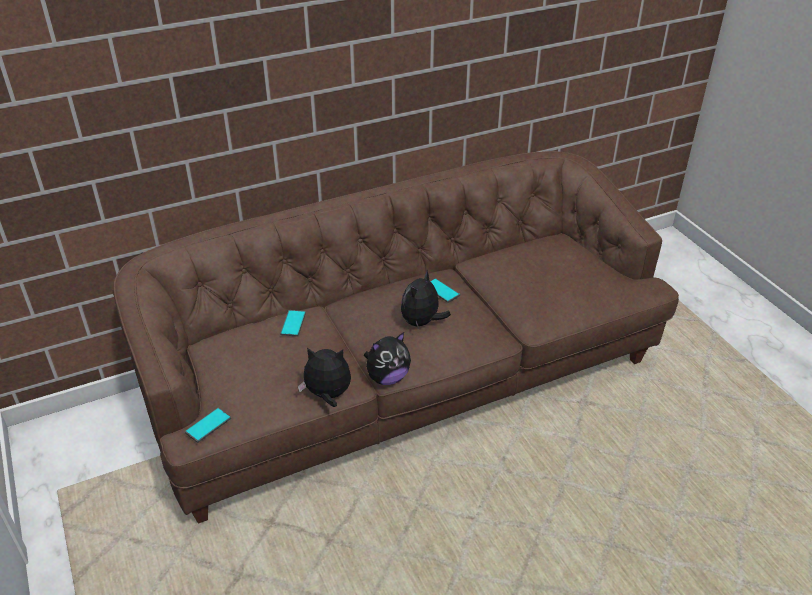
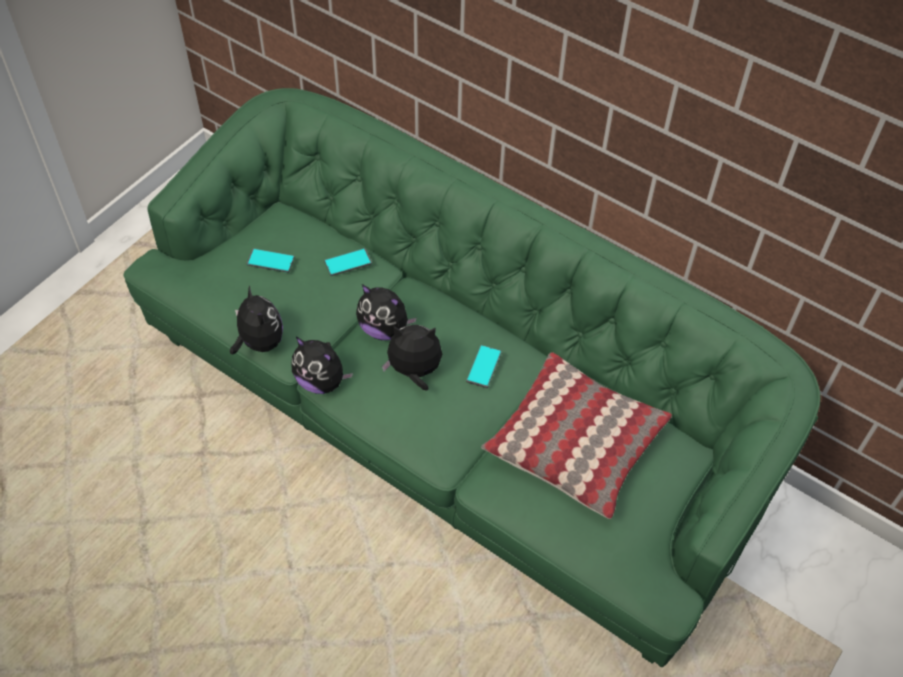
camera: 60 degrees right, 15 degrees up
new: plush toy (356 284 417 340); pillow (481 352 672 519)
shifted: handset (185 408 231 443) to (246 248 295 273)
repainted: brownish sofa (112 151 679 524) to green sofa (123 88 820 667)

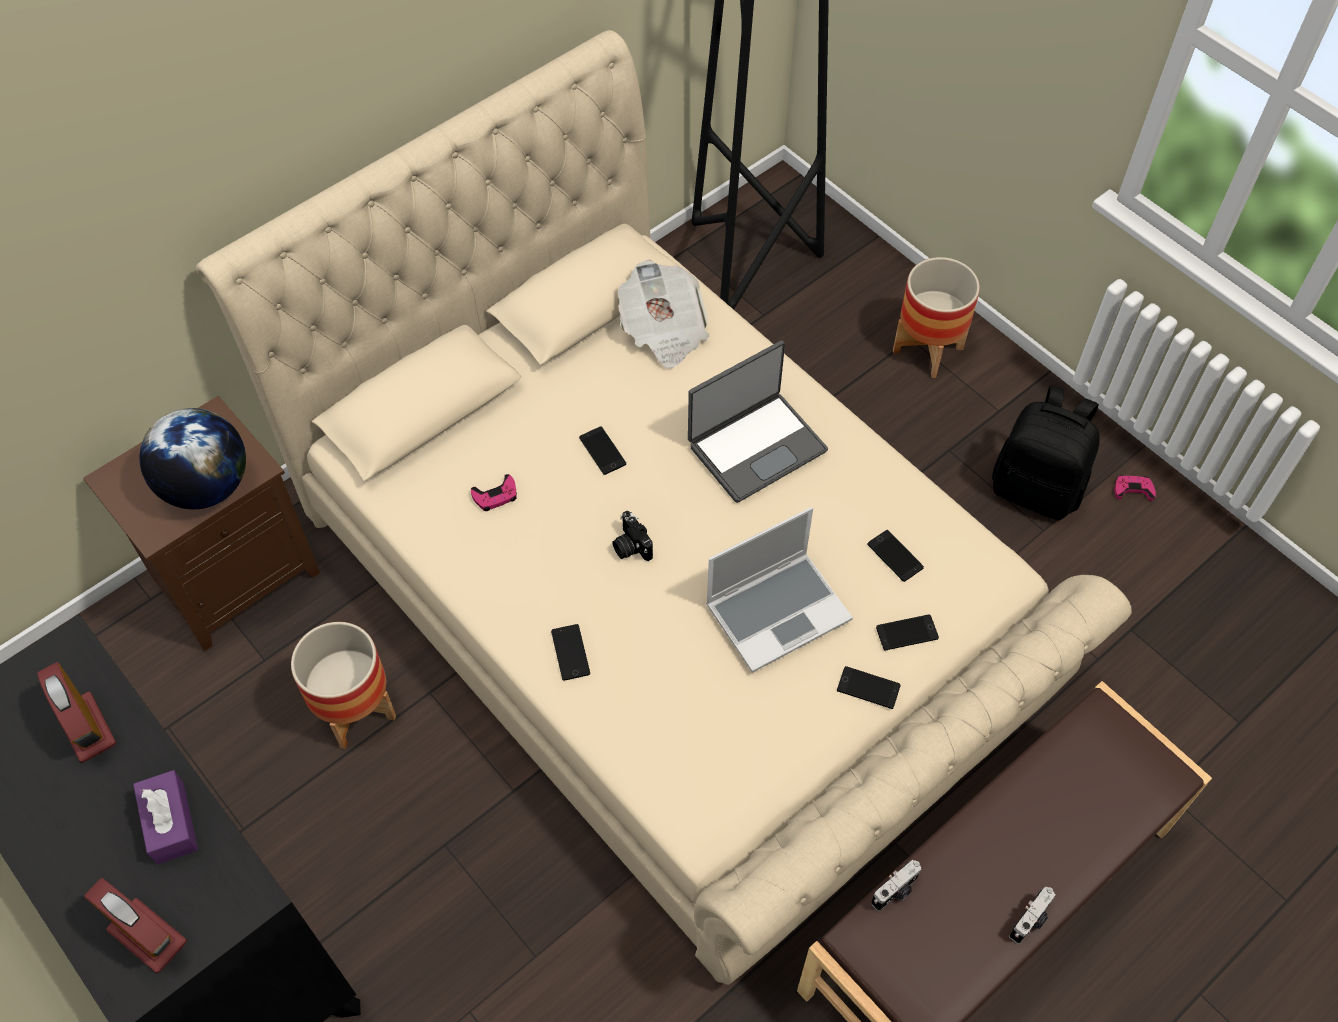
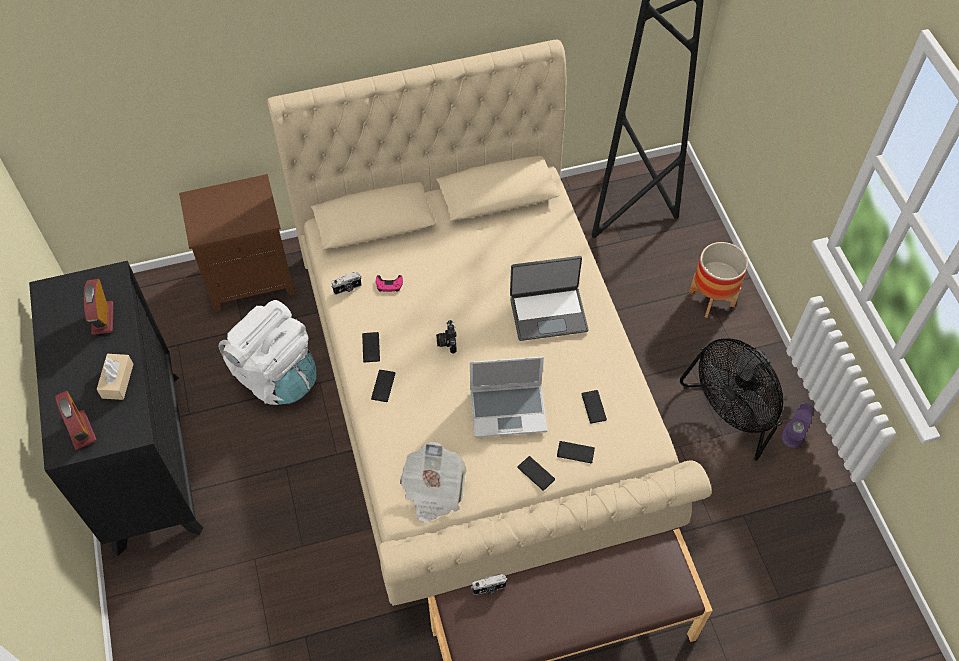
camera: 25 degrees right, 0 degrees up
gone: globe (140 408 246 509)
shifted: printed paper (618 260 710 369) to (400 442 467 523); handset (579 426 626 475) to (362 332 380 362); still camera (1009 887 1056 944) to (331 272 362 295)
swapped: black-coloured backpack (992 385 1100 520) to black-coloured cooling fan (680 339 783 461); pinkish game controller (1114 475 1156 501) to purple-coloured speaker (782 403 813 448); plant pot (291 622 396 749) to white backpack (219 300 317 405)
repainted: purple-coloured tissue holder (133 770 198 864) to beige-coloured tissue holder (96 354 133 400)

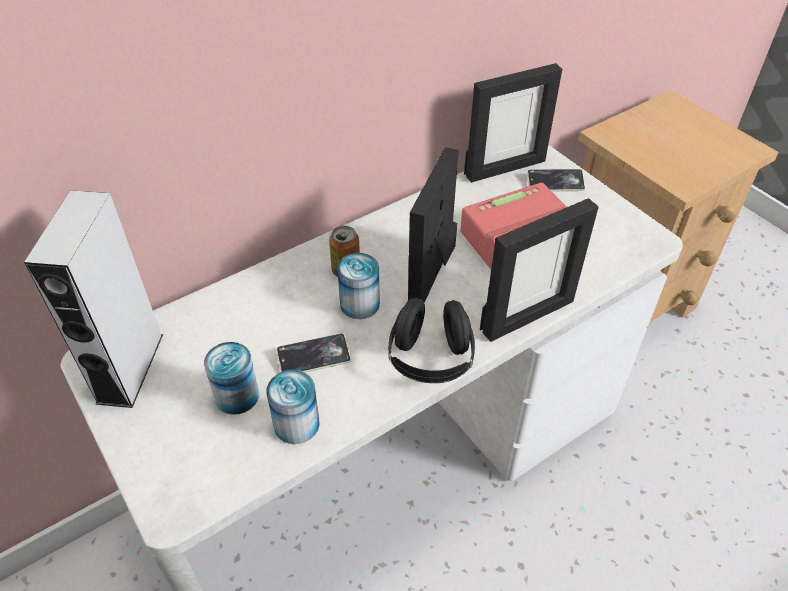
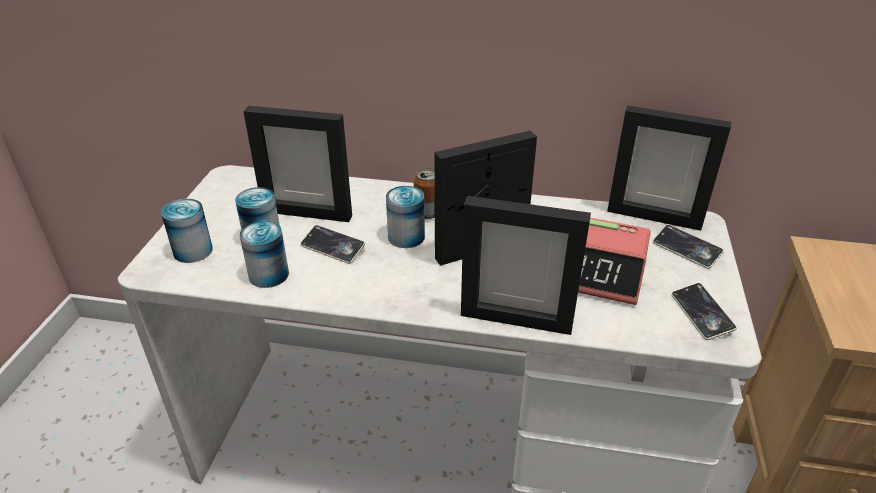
camera: 45 degrees right, 10 degrees down
gone: grey speaker (24 190 163 408); black-coloured pair of headphones (388 298 475 383)
new: photo frame (243 106 352 222); metal can (161 199 213 263); handset (671 283 737 340)

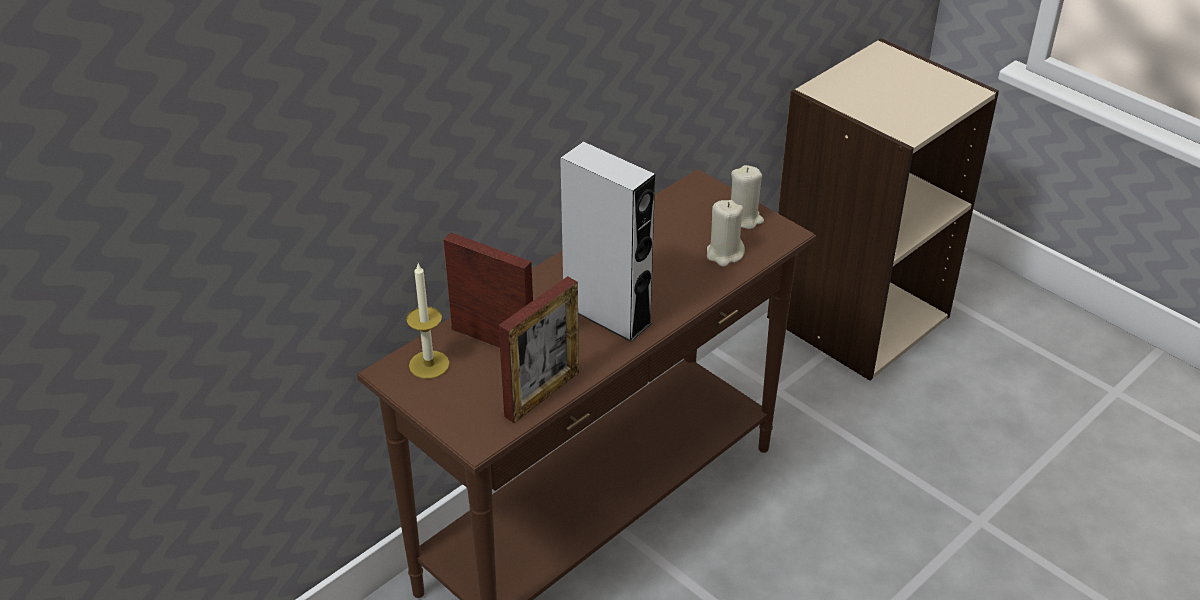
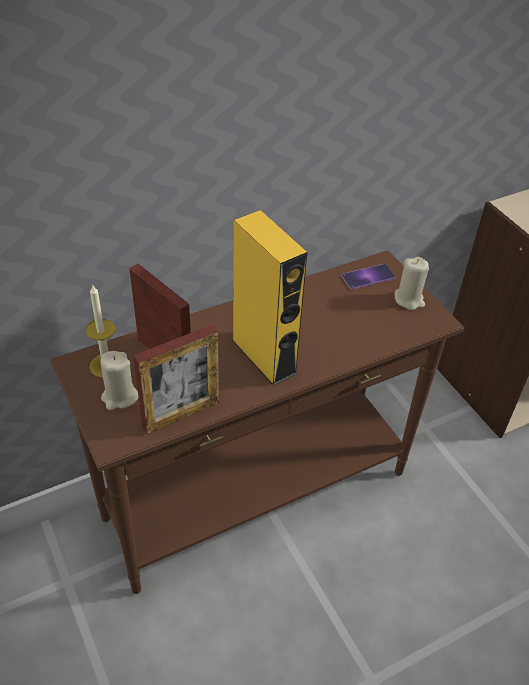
camera: 15 degrees right, 5 degrees up
new: handset (341 264 396 290)
shifted: beige-coloured wax light (707 200 745 267) to (100 351 138 410)
repainted: grey speaker (560 142 655 342) to yellow speaker (232 210 307 386)

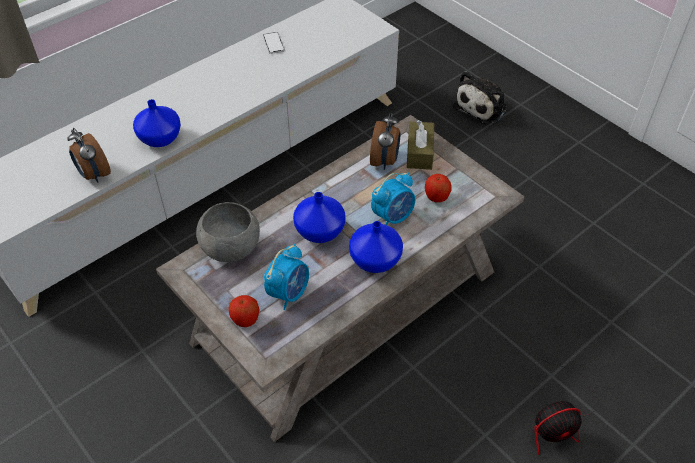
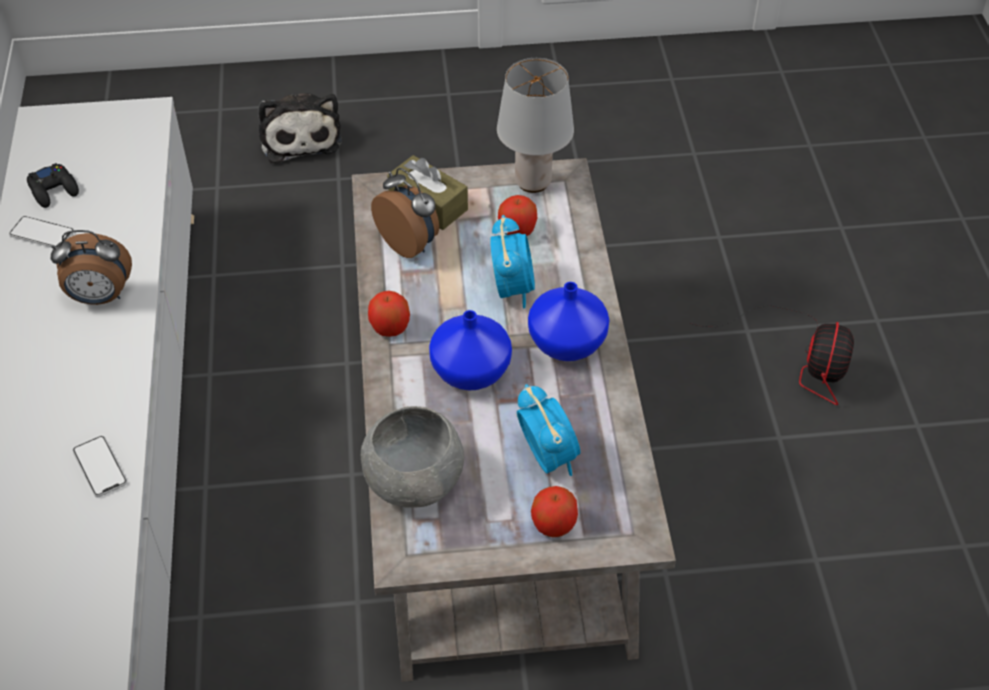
camera: 55 degrees left, 0 degrees up
new: grey lamp for a table (497 58 574 193); black-coloured game controller (27 163 79 208); apple (368 291 410 337)
shifted: alarm clock (67 128 111 182) to (51 230 132 305)
swapped: blue vase (133 99 181 147) to handset (73 436 127 497)

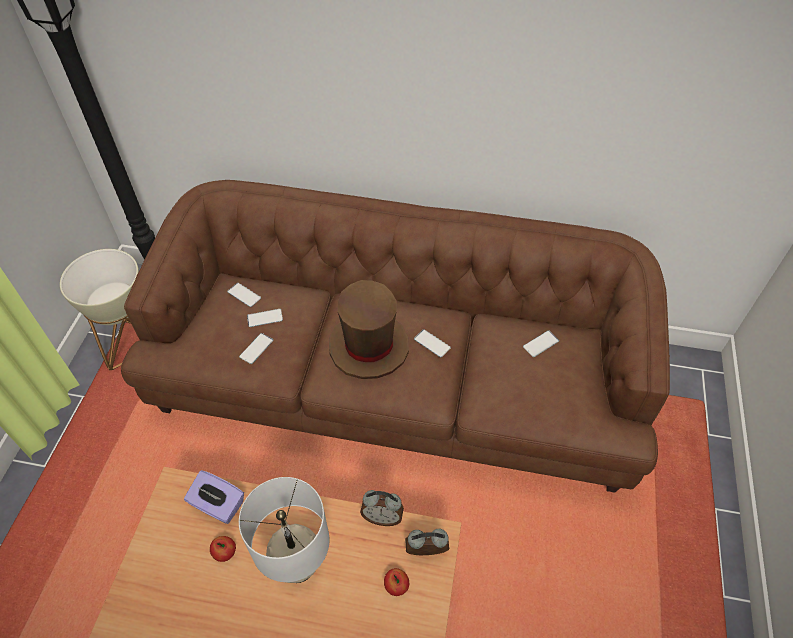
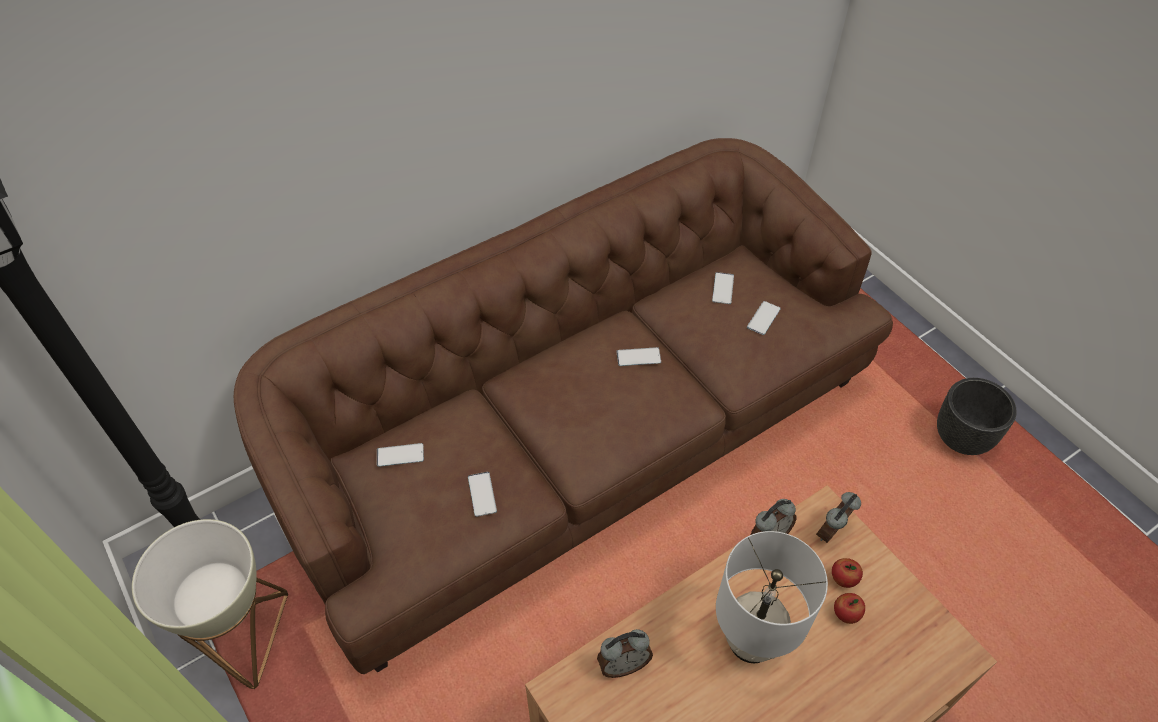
camera: 45 degrees left, 0 degrees up
gone: brownish clothing hat (329 280 409 379)
new: black-coloured plant pot (937 378 1017 455)
shifted: handset (247 309 283 327) to (747 301 781 335); apple (210 536 236 562) to (834 593 865 624)
swapped: purple-coloured tissue holder (184 470 244 524) to alarm clock (597 629 653 678)

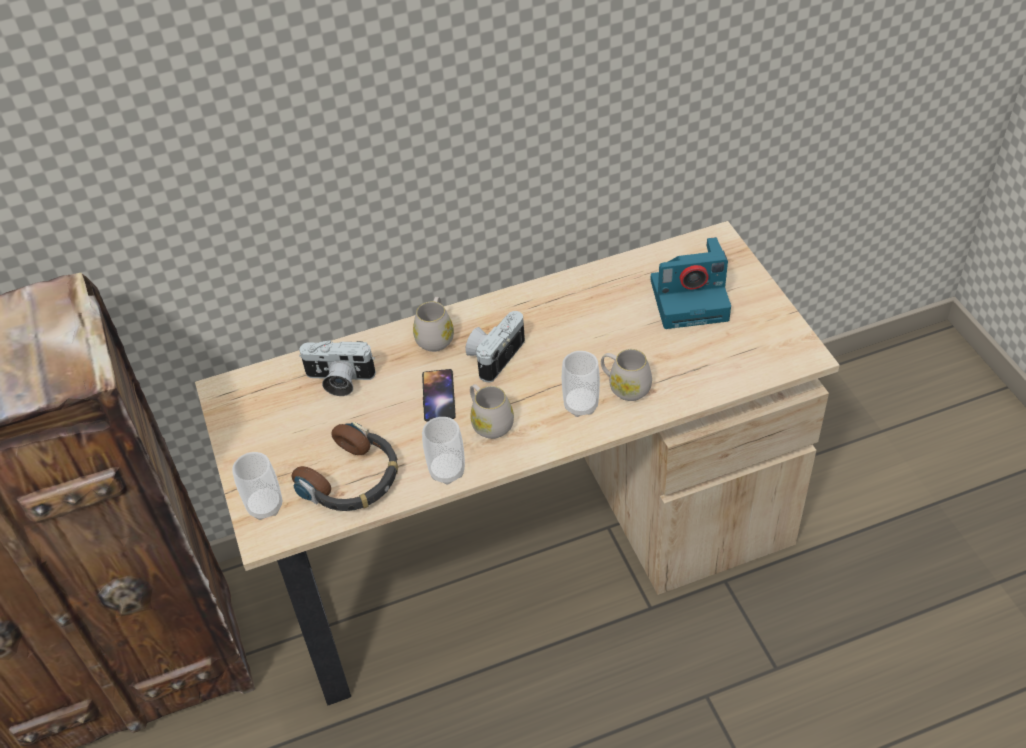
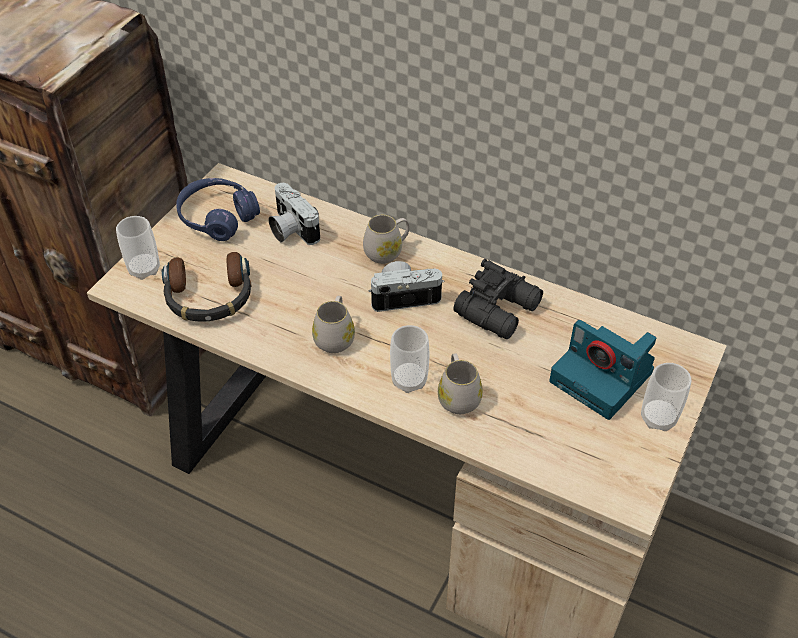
camera: 45 degrees right, 0 degrees up
gone: handset (422 369 456 422)
new: blue pair of headphones (176 178 260 241); black-coloured field glasses (453 259 543 339)
shifted: drinking cup (422 417 465 484) to (641 363 692 431)

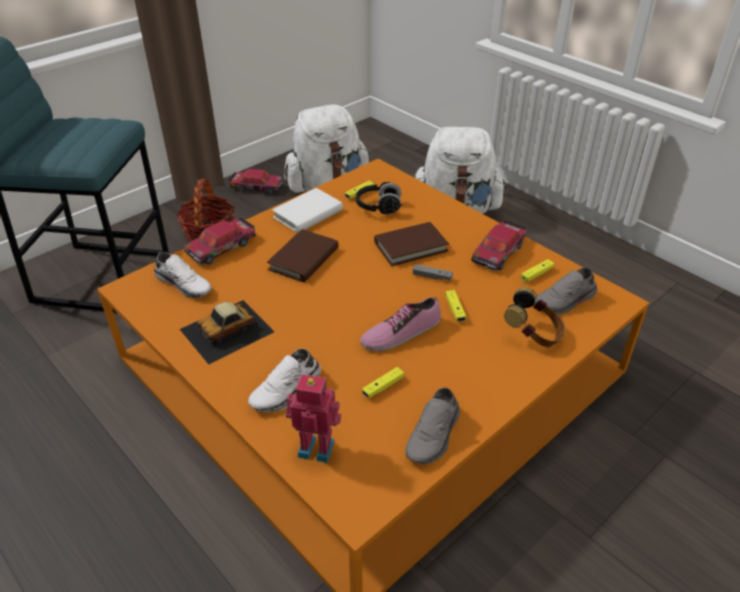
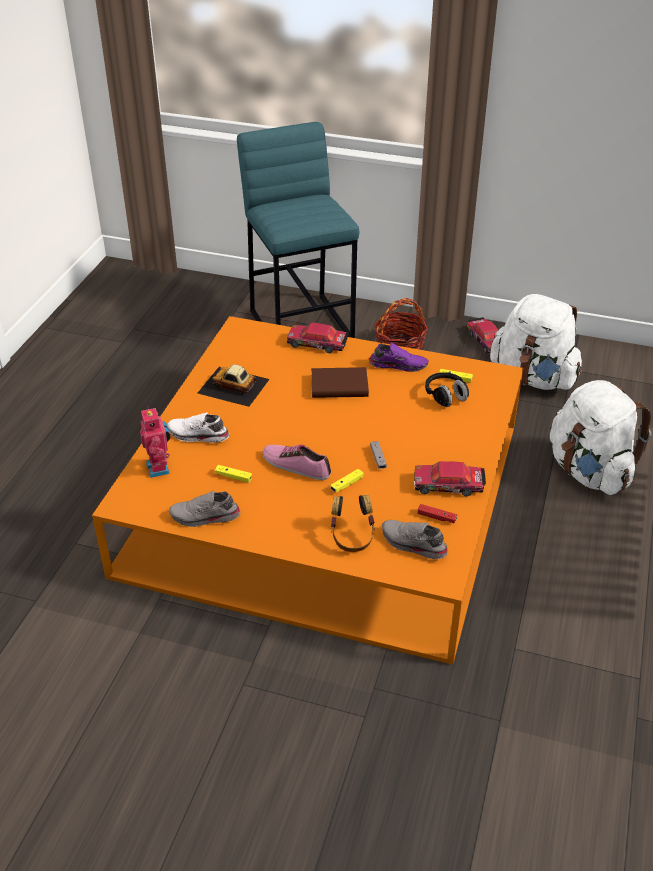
camera: 60 degrees right, 0 degrees up
gone: brownish bound book (374 222 449 266); white item of footwear (154 252 212 298)
swapped: white bound book (272 188 343 233) to purple-coloured item of footwear (369 342 429 372)
repainted: yellow game controller (521 259 555 283) to reddish game controller (418 504 457 523)

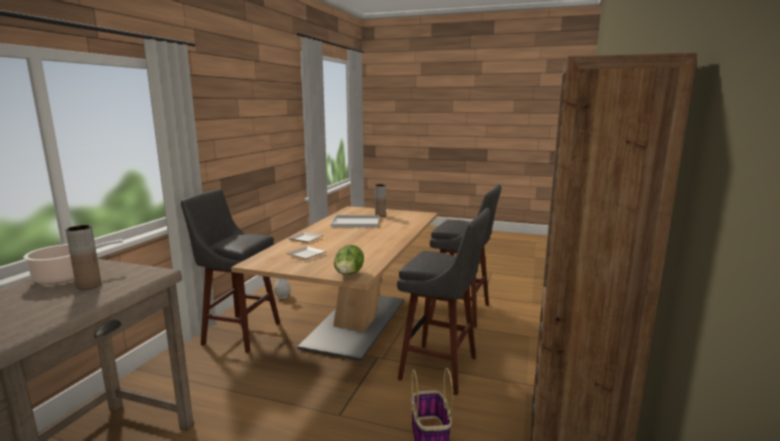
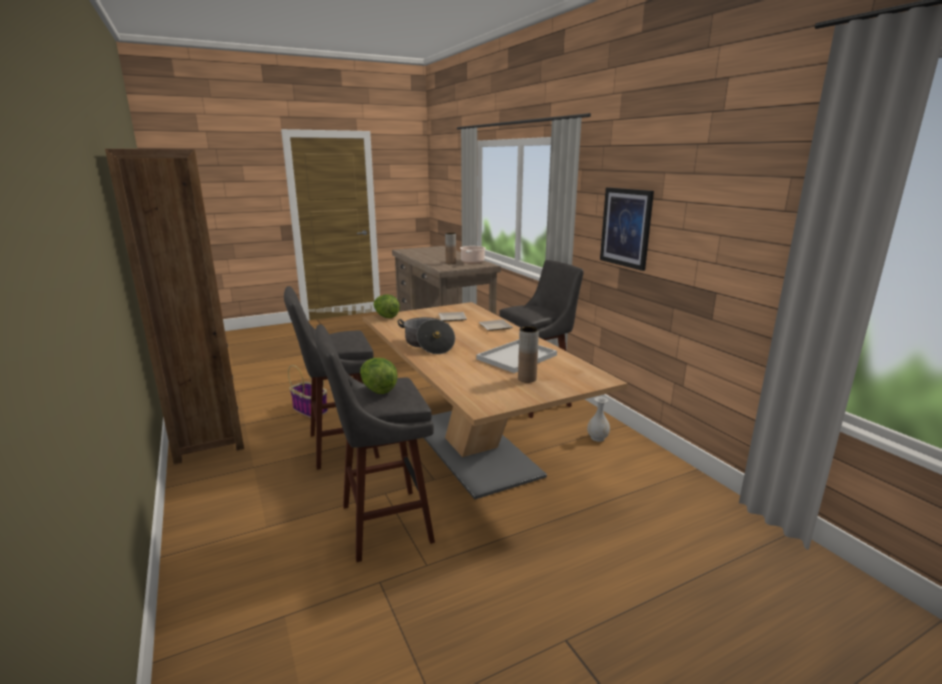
camera: 135 degrees right, 5 degrees up
new: wall art (600 187 654 271); saucepot (398 317 455 354); head of lettuce (360 358 398 394)

